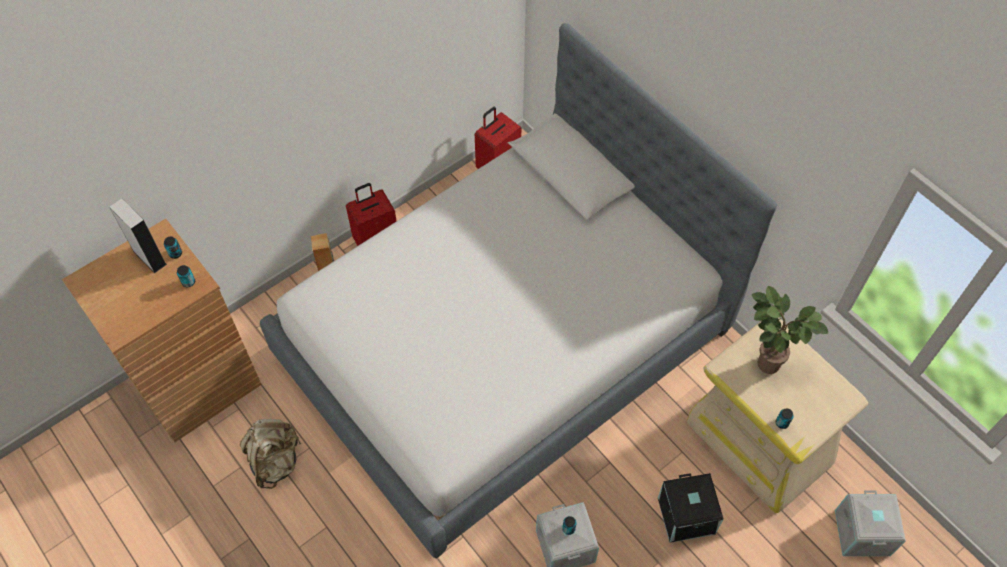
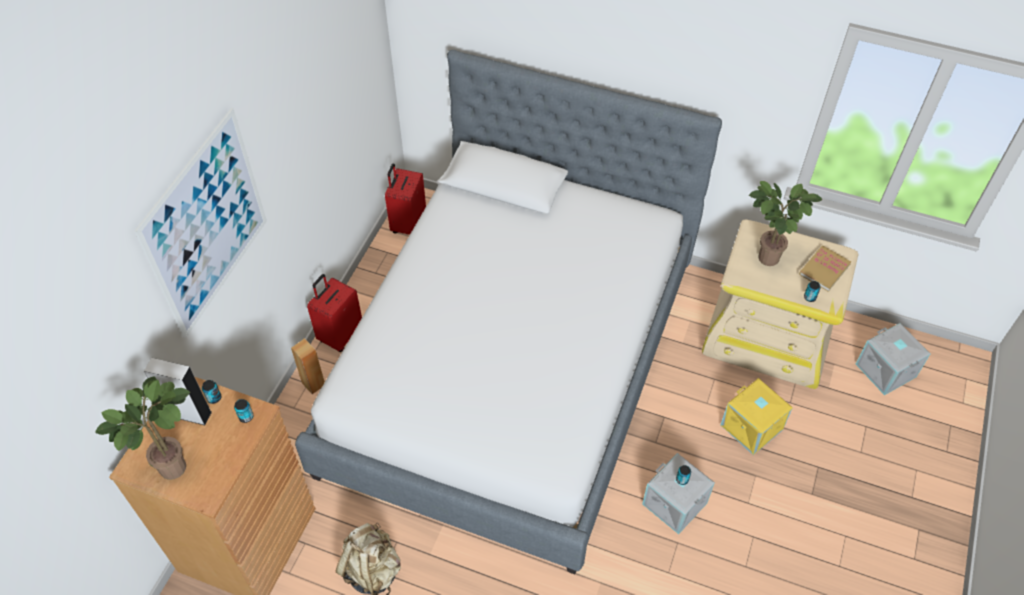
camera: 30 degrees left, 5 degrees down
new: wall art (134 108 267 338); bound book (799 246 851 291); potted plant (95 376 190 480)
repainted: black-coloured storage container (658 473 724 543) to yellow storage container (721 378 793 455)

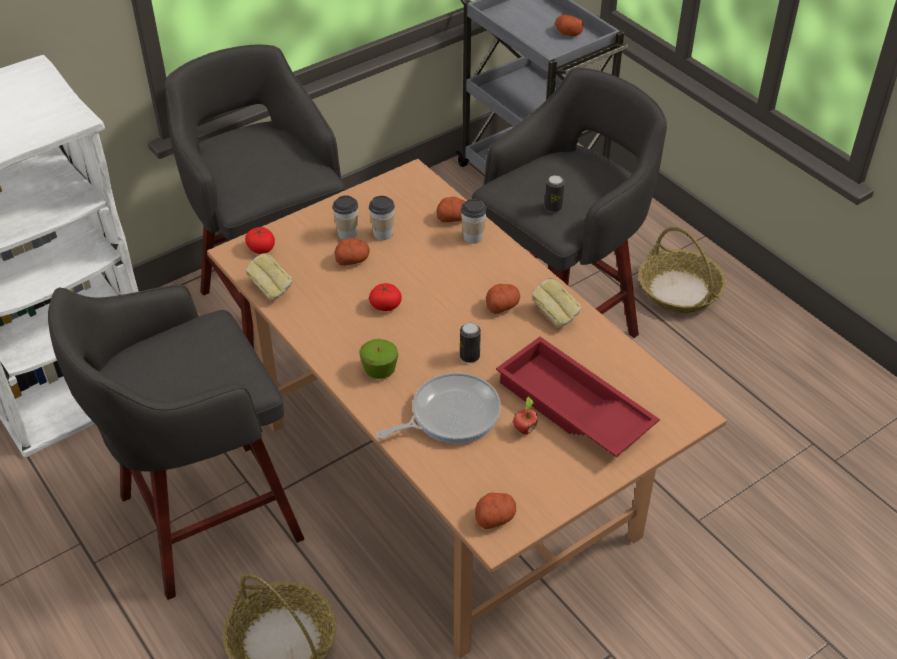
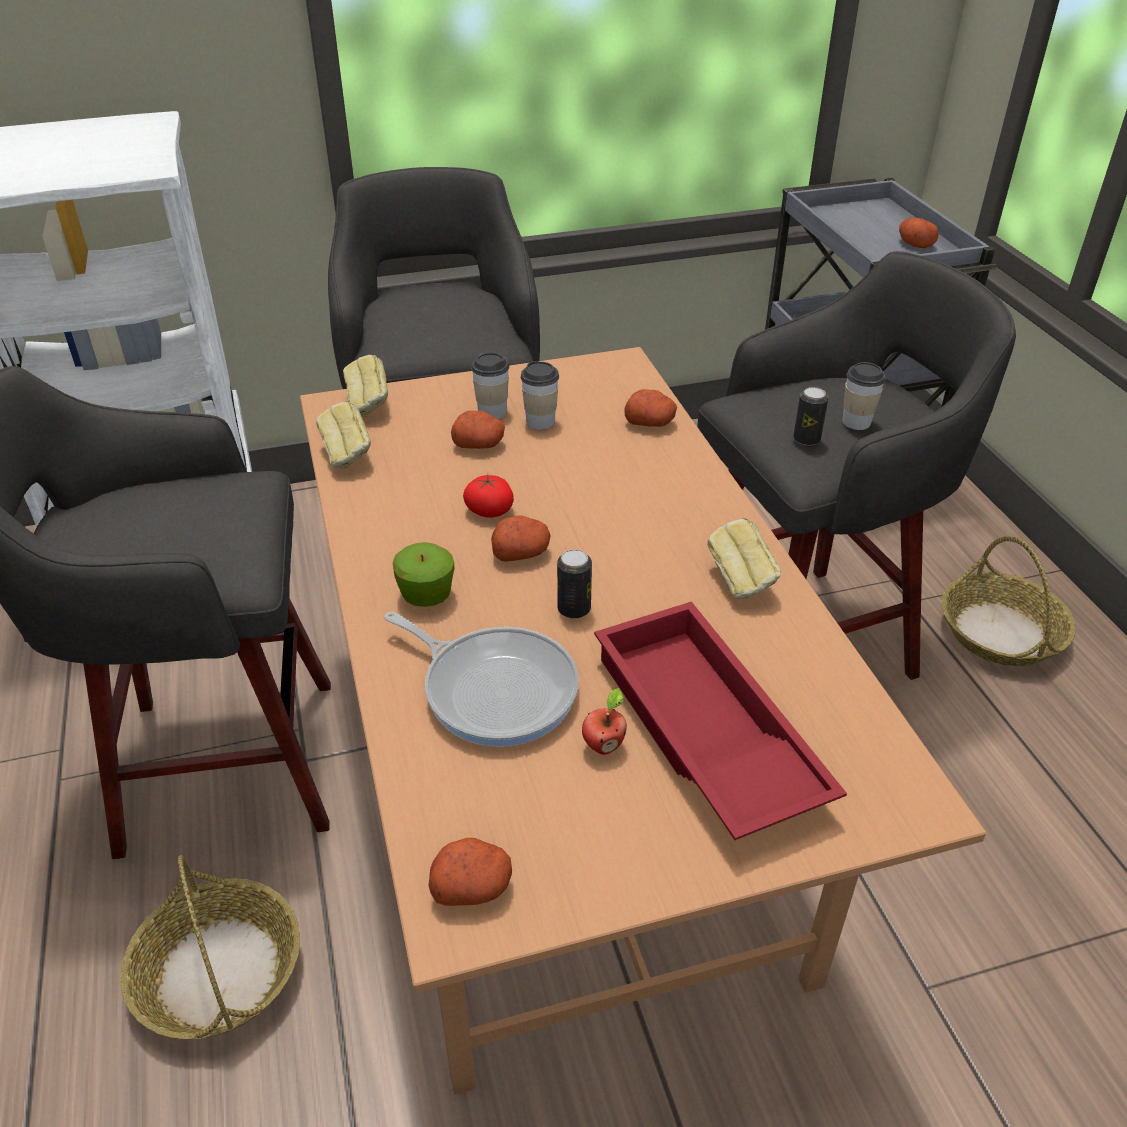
camera: 20 degrees right, 5 degrees down
shifted: drinking cup (461 199 487 244) to (842 362 886 430); whole potato (486 284 520 314) to (491 515 550 562)
swapped: tomato (245 227 275 254) to baked bread (343 355 388 417)
rotated: pan (375 373 501 443) = (384 612 579 747) 45 degrees clockwise

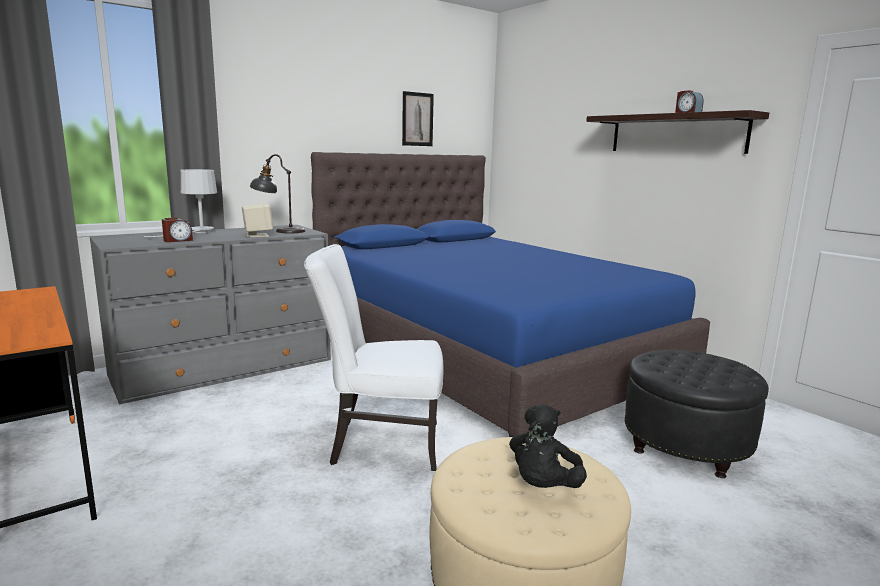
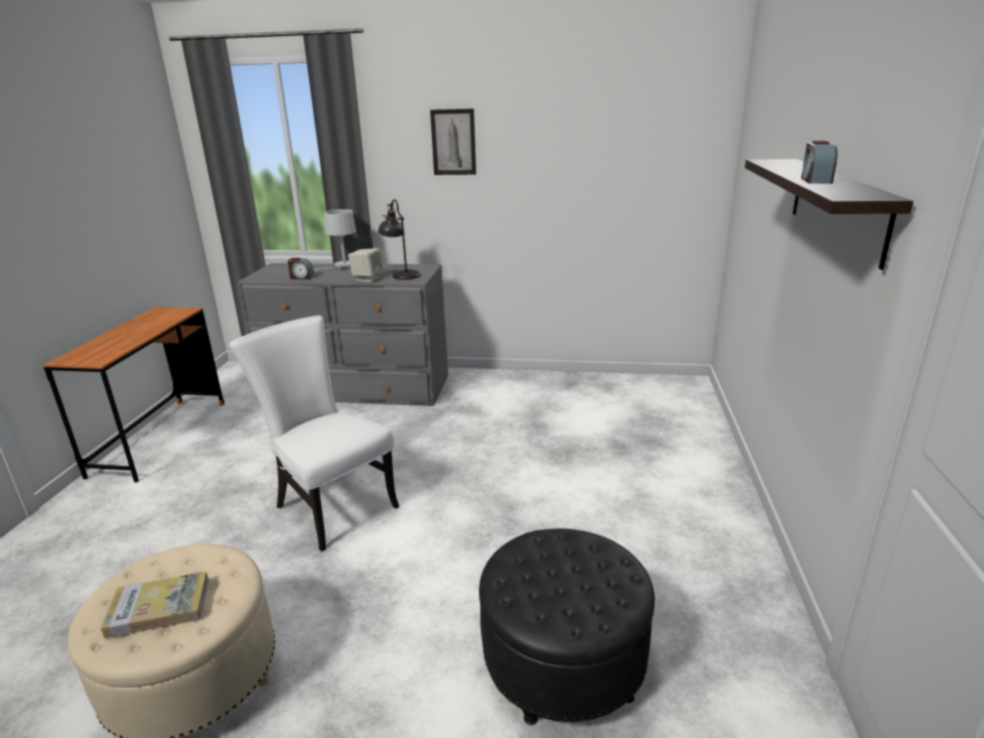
camera: 45 degrees right, 10 degrees up
gone: blue bedroom bed (311 152 710 437)
shifted: wall art (402 91 434 146) to (430 109 476 175)
swapped: black-coloured plush toy (509 404 587 488) to bound book (101 571 209 638)

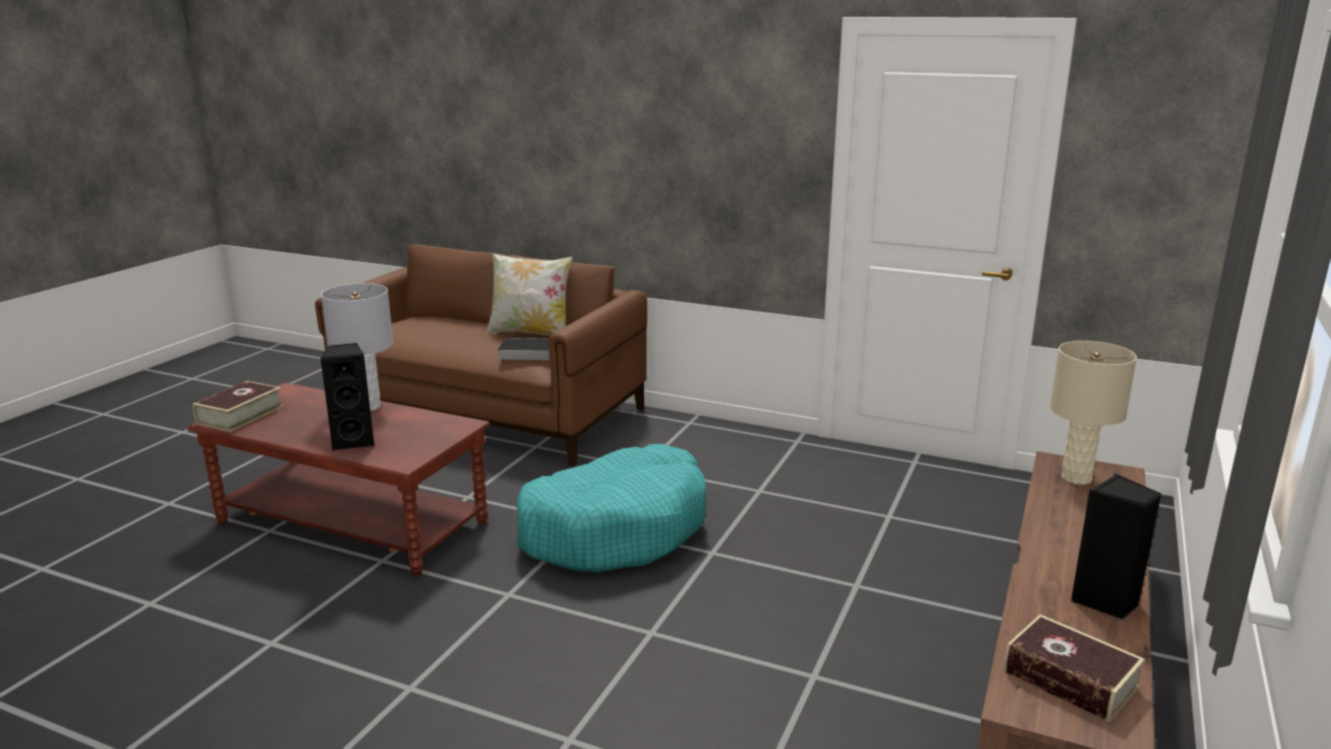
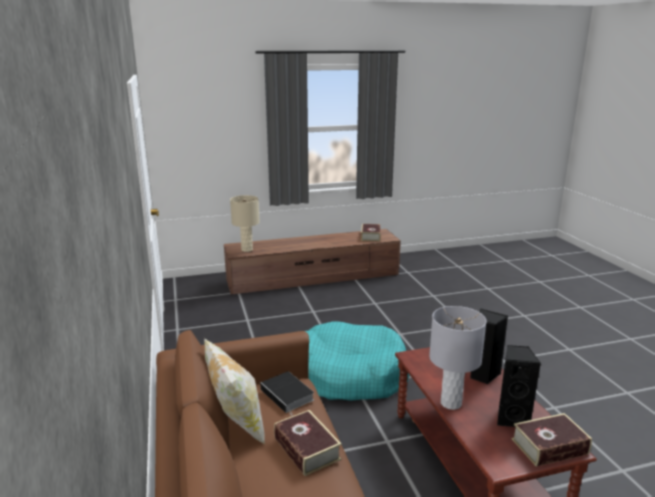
camera: 130 degrees left, 0 degrees up
new: bound book (274 410 341 476)
shifted: black-coloured speaker (1071 474 1161 619) to (497 345 541 427)

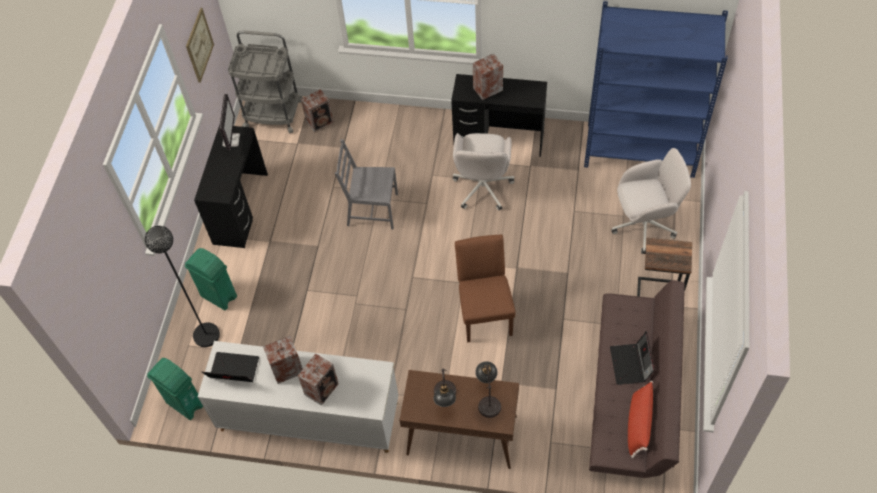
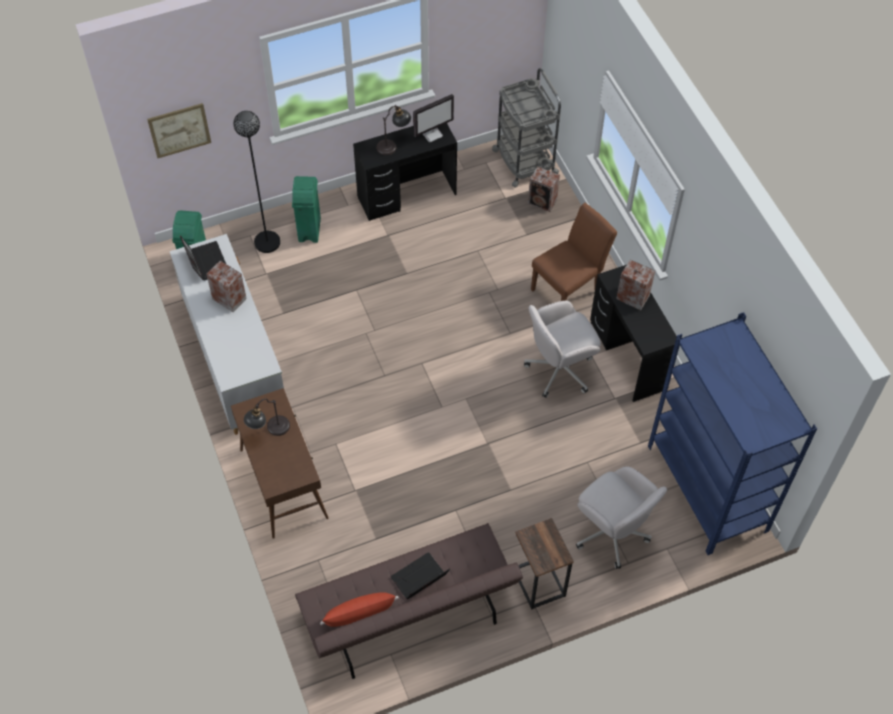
camera: 55 degrees right, 0 degrees up
gone: grey upright chair (335 139 398 229); speaker (298 353 339 406)
shifted: wall art (186 8 214 83) to (147 103 211 158); brownish upright chair (455 234 516 343) to (531 203 617 301); grey lamp for a table (475 361 501 418) to (376 105 411 155)

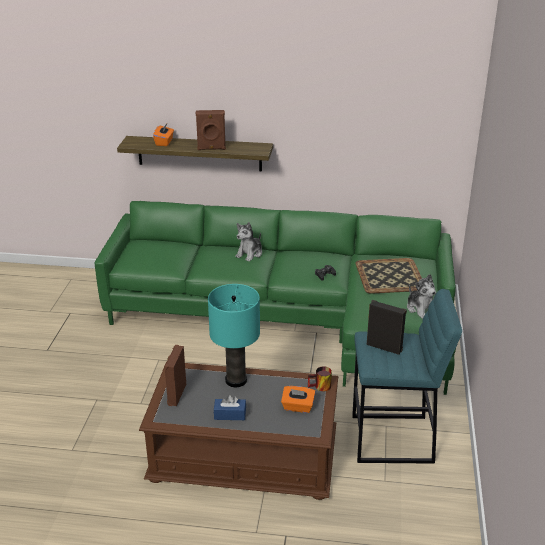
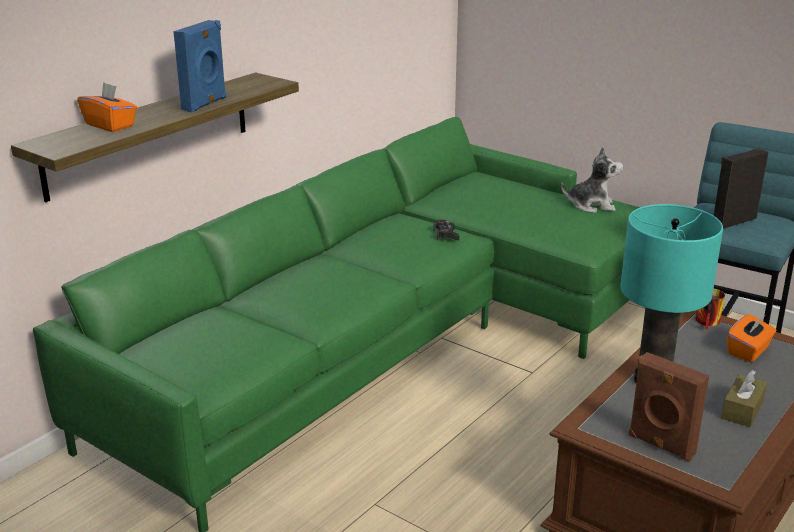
camera: 60 degrees left, 5 degrees down
gone: plush toy (235 222 262 262); serving tray (356 258 422 294)
repainted: brownish speaker (196 110 226 150) to blue speaker (173 20 226 112); blue tissue holder (214 395 246 420) to brownish tissue holder (721 370 767 427)

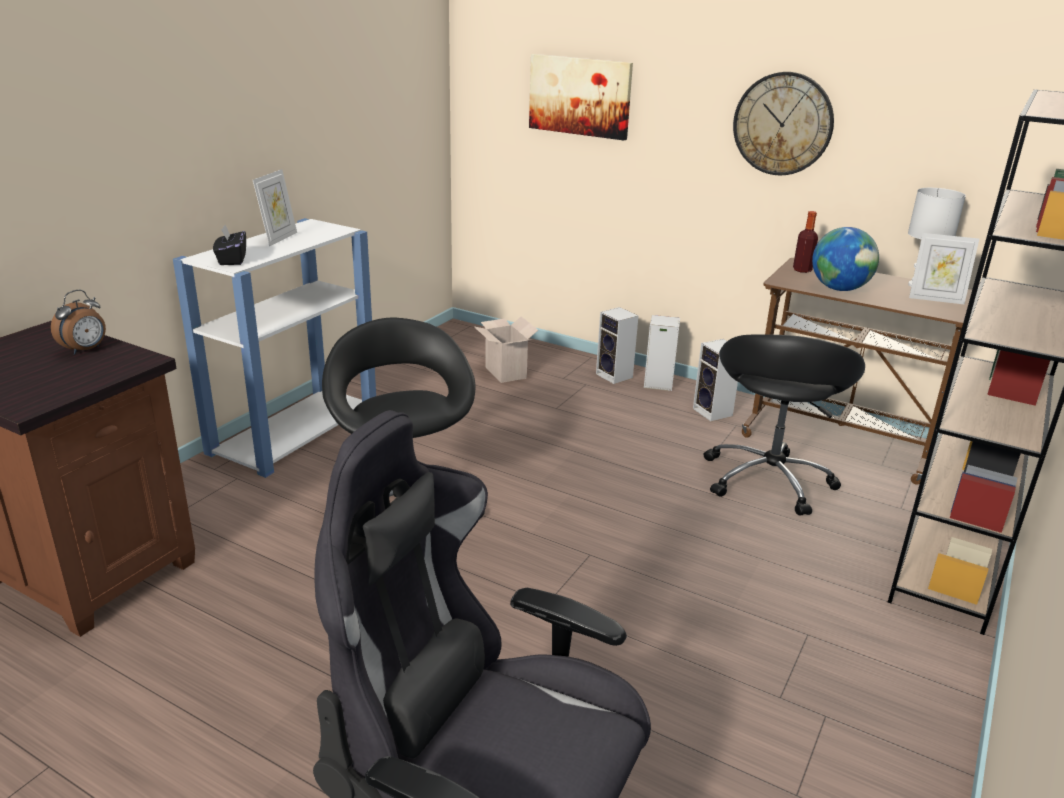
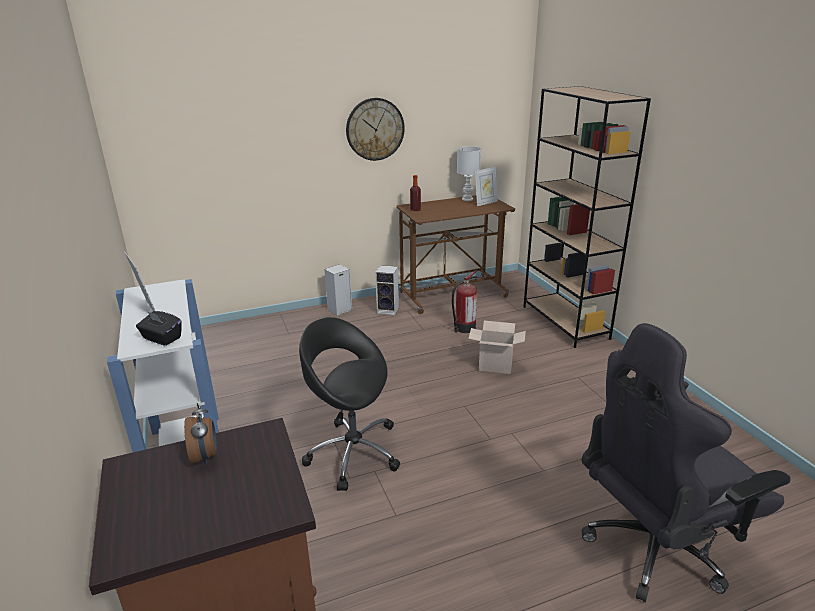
camera: 50 degrees left, 0 degrees up
gone: wall art (529 54 633 141); globe (812 227 879 291); speaker (596 307 638 384)
shifted: carton (474 316 538 383) to (468 321 526 374)
swapped: black-coloured computer chair (703 334 865 515) to extinguisher (452 270 478 333)

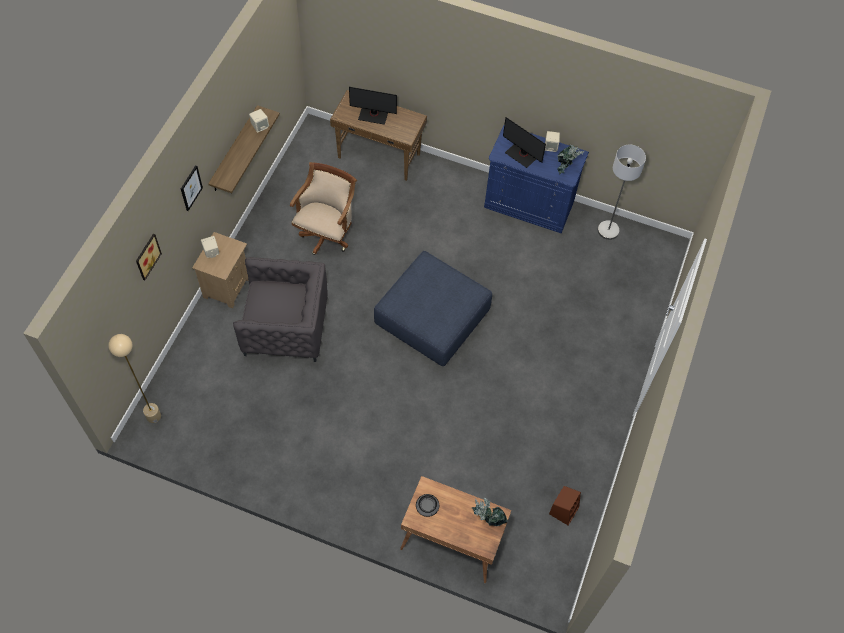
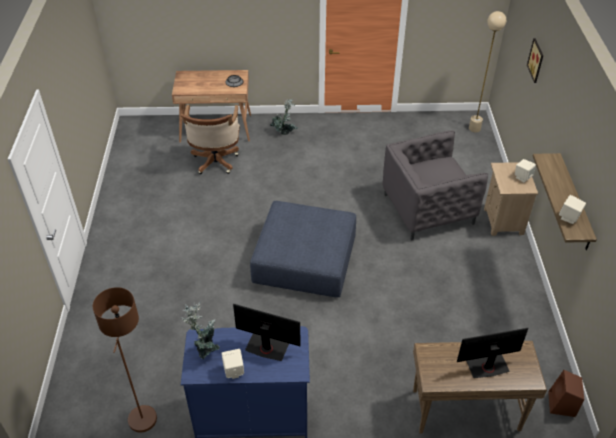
camera: 160 degrees right, 15 degrees down
gone: wall art (181 165 203 211)
shifted: computer chair (290 162 357 255) to (181 105 240 174); brownish speaker (549 486 581 526) to (548 370 584 417); potted plant (471 497 508 526) to (270 99 298 135)
repainted: grey standard lamp (598 145 646 240) to brownish standard lamp (93 287 157 432)

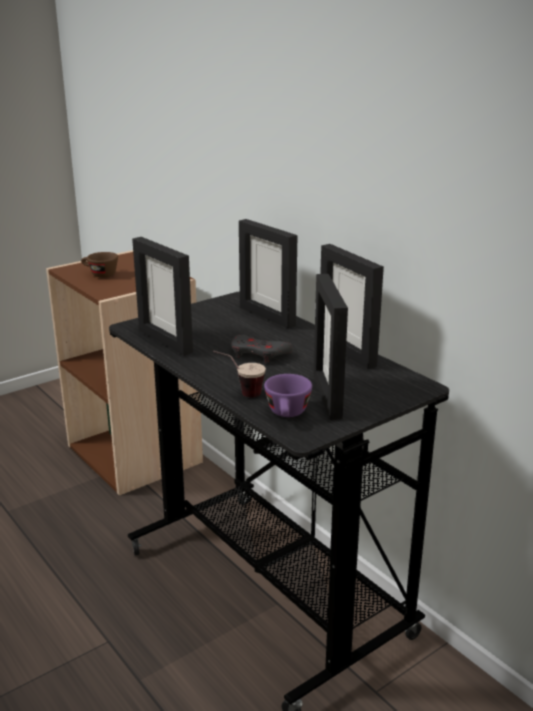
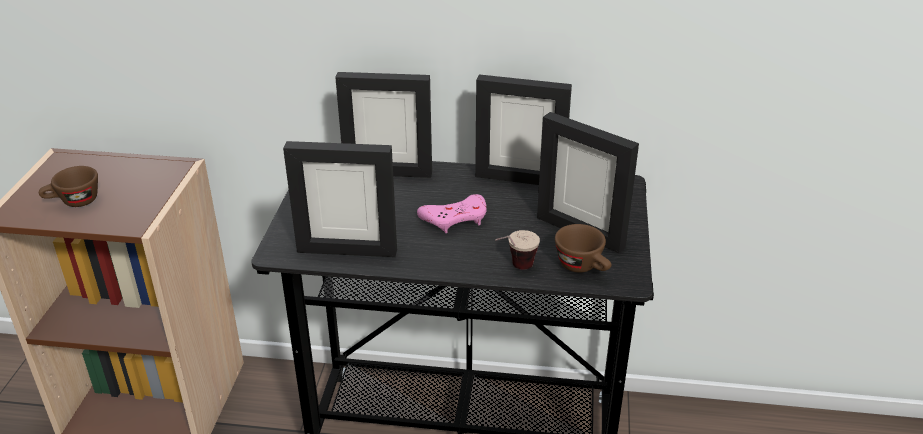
camera: 45 degrees left, 10 degrees up
repainted: grey game controller (231 335 293 363) to pinkish game controller (417 194 487 233); purple-coloured drinking cup (264 374 312 417) to brownish drinking cup (555 224 612 272)

